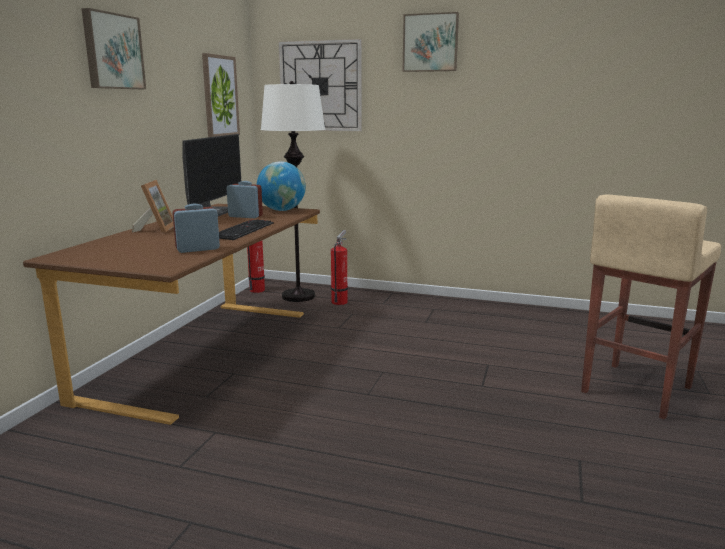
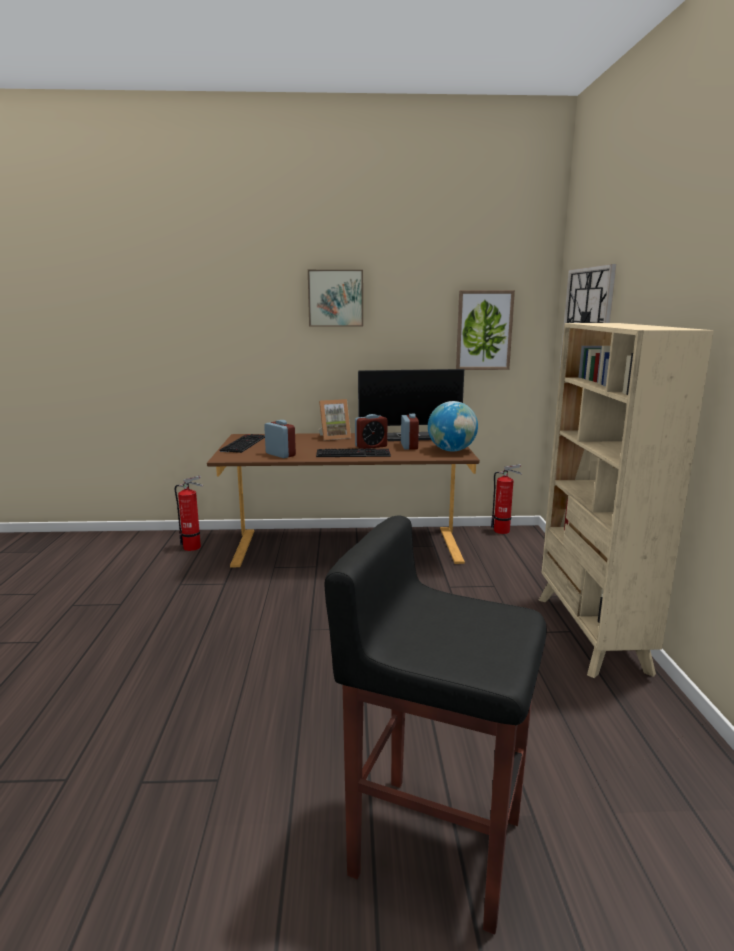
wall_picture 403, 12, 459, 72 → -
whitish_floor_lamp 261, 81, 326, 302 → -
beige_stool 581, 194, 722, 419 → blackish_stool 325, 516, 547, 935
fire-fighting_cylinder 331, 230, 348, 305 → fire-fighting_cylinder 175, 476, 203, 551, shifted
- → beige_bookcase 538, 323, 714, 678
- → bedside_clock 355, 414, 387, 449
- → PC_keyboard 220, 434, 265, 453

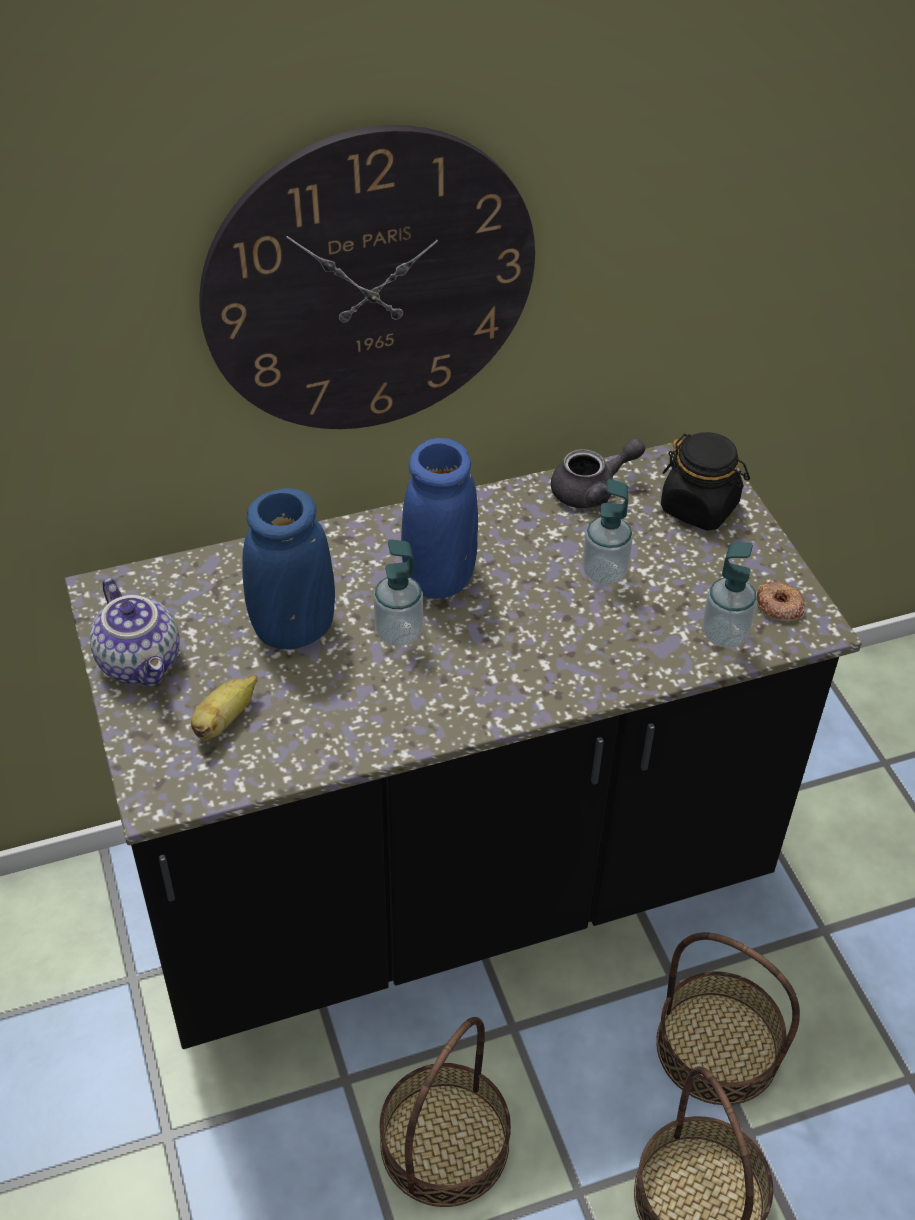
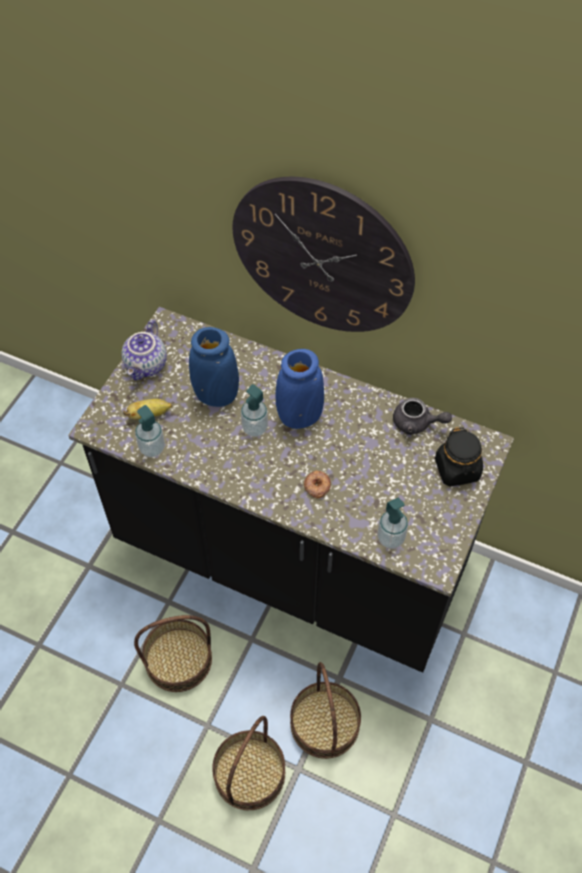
soap_bottle 582, 479, 633, 585 → soap_bottle 135, 405, 165, 458, shifted
doughnut 757, 580, 805, 622 → doughnut 304, 471, 331, 498, shifted

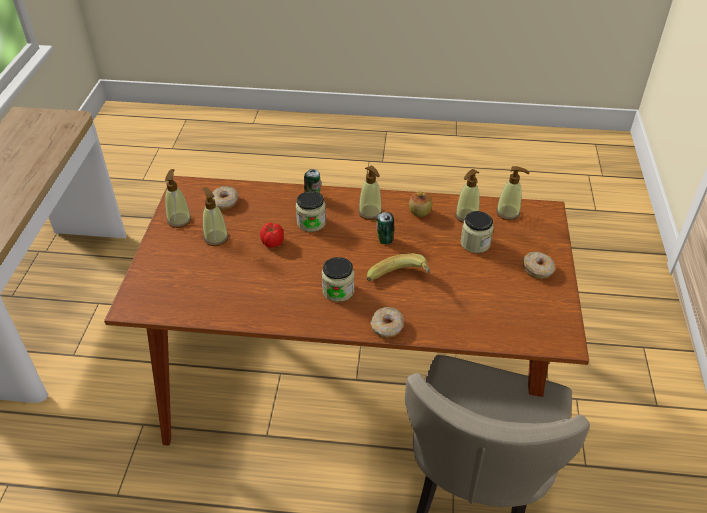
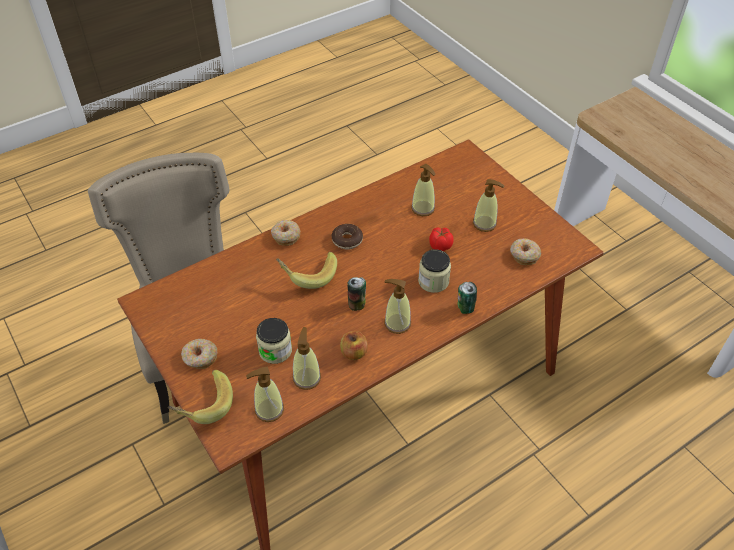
soap_bottle 165, 169, 191, 228 → soap_bottle 411, 164, 436, 216, shifted
jar 322, 257, 354, 302 → doughnut 331, 224, 363, 250
- → banana_fruit 168, 370, 233, 424

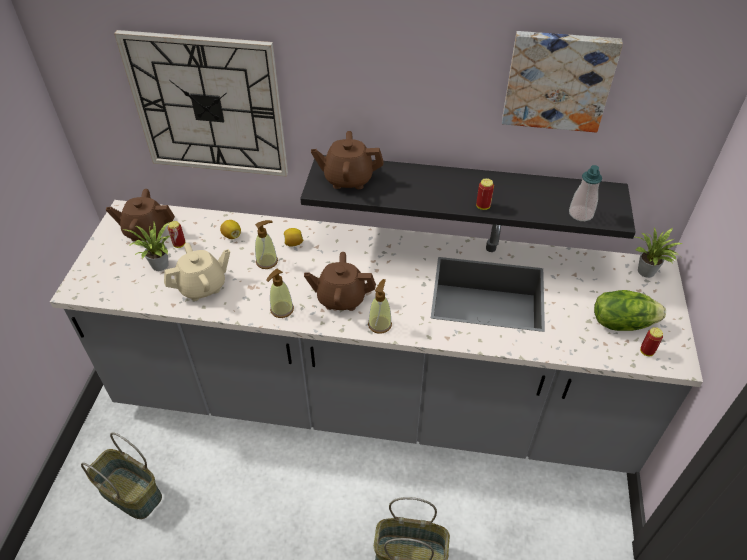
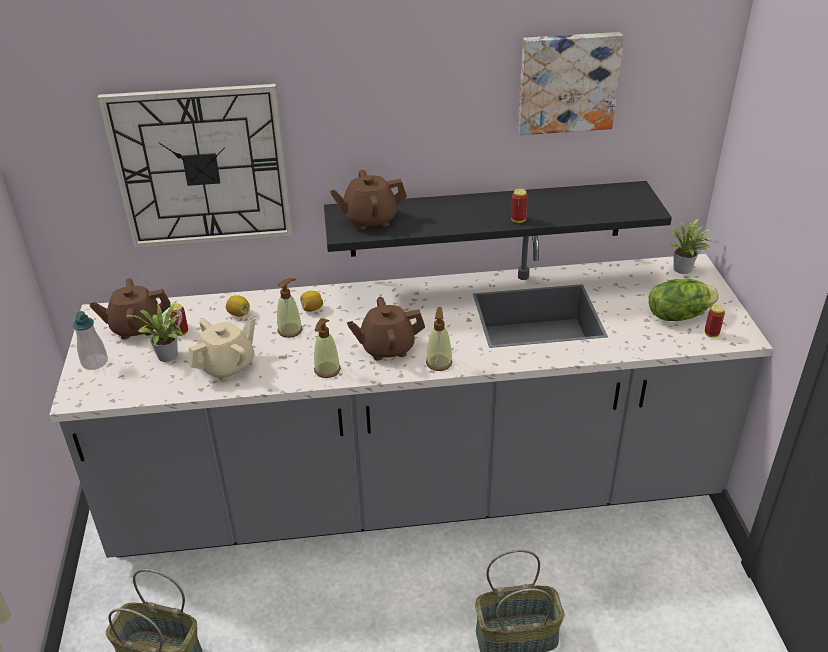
soap_bottle 569, 165, 602, 221 → soap_bottle 73, 311, 108, 370, shifted

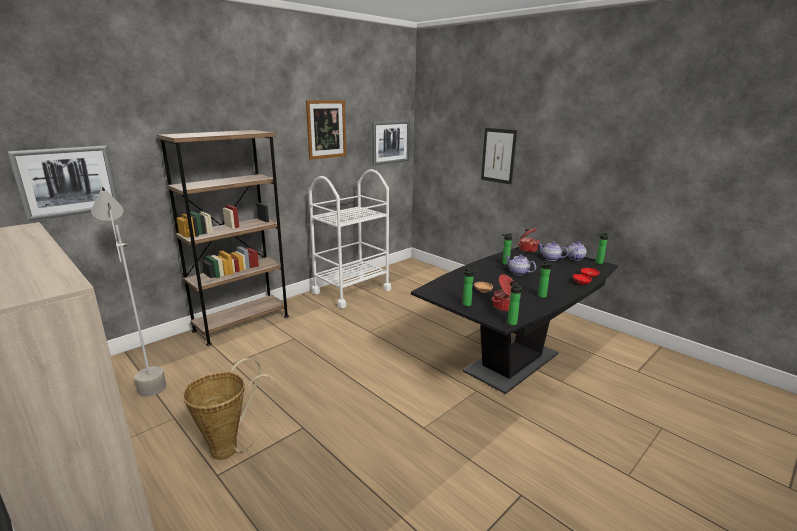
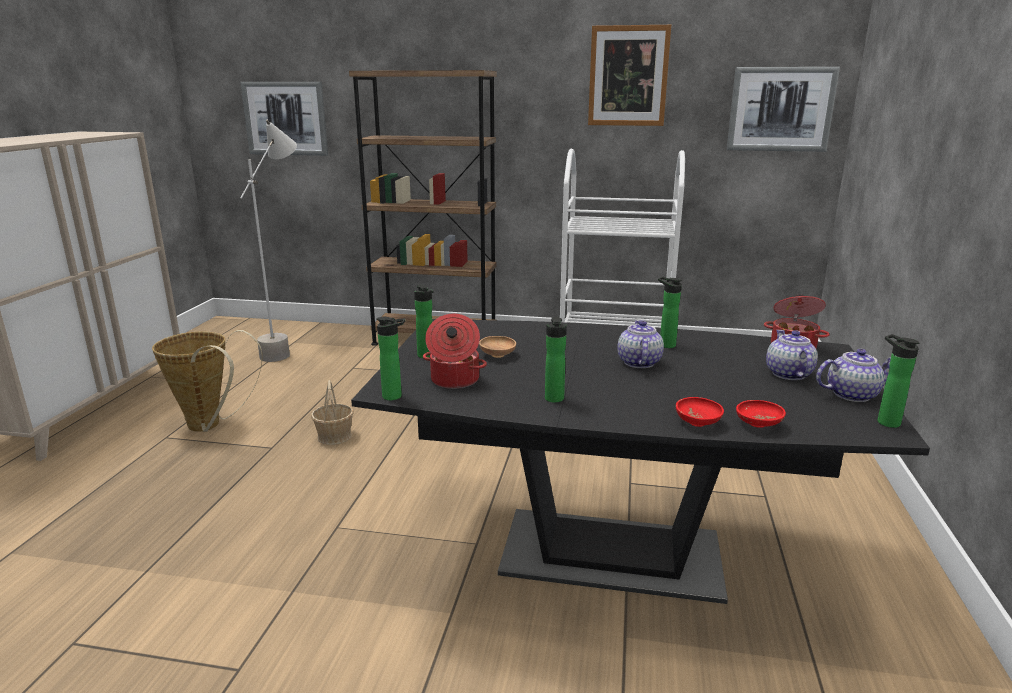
wall_picture 481, 128, 517, 184 → -
- → household_basket 311, 380, 354, 445

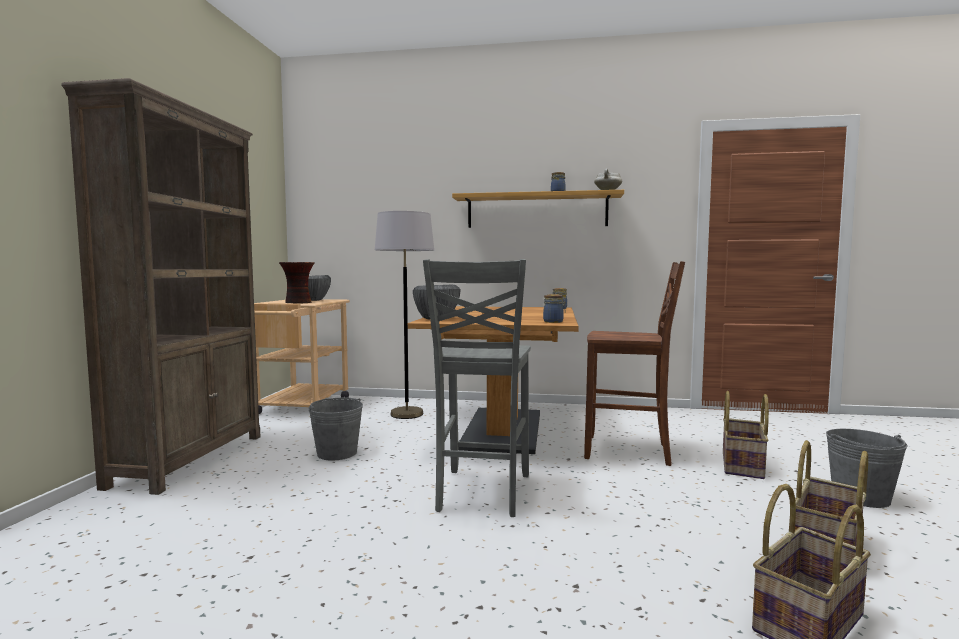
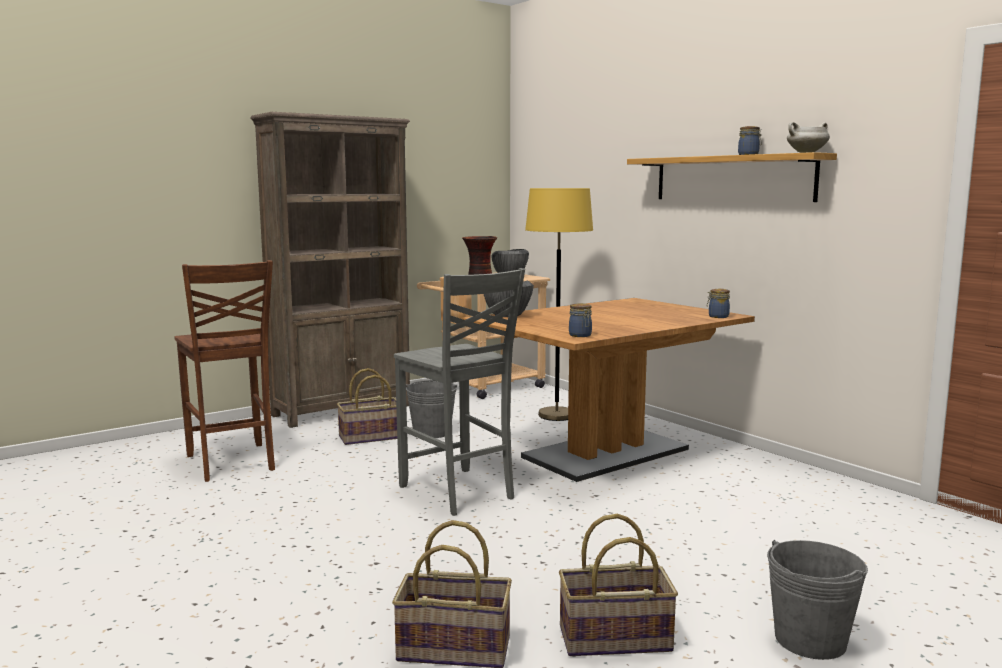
gray_floor_lamp 375, 211, 434, 419 → yellowish_floor_lamp 525, 188, 593, 421
gray_plain_chair 423, 259, 531, 517 → gray_plain_chair 394, 268, 525, 516, 90 degrees counterclockwise
brown-coloured_plain_chair 584, 261, 685, 466 → brown-coloured_plain_chair 174, 260, 275, 482, shifted
household_basket 723, 391, 769, 479 → household_basket 337, 368, 397, 445, shifted

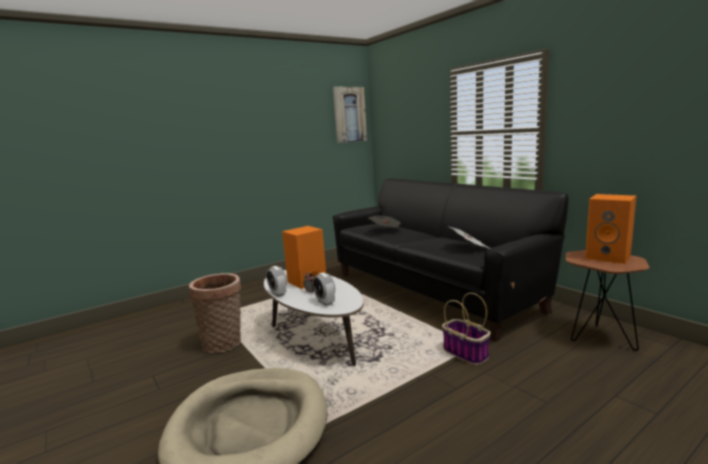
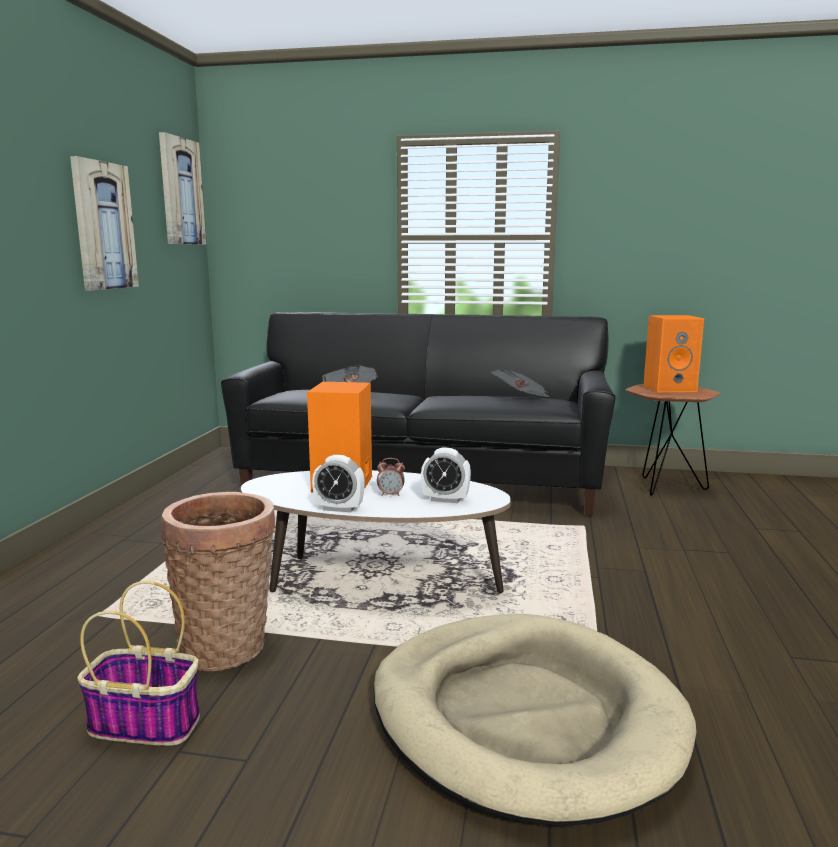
household_basket 442, 293, 491, 365 → household_basket 77, 581, 200, 746, shifted
- → wall_picture 70, 156, 139, 290

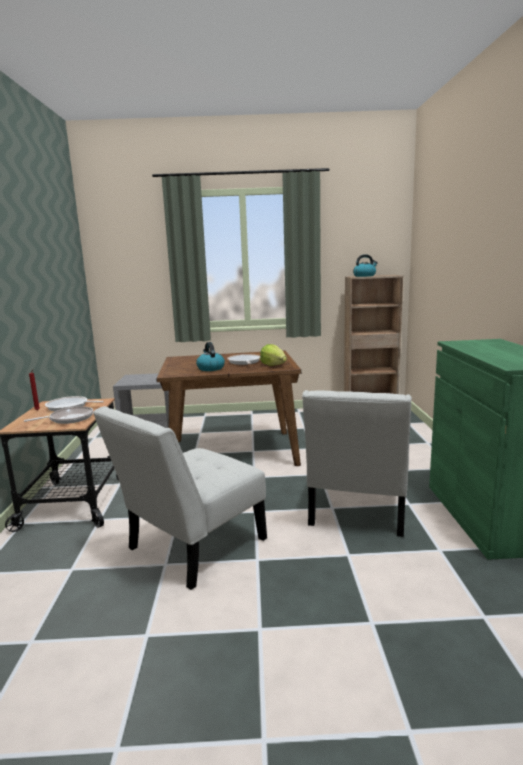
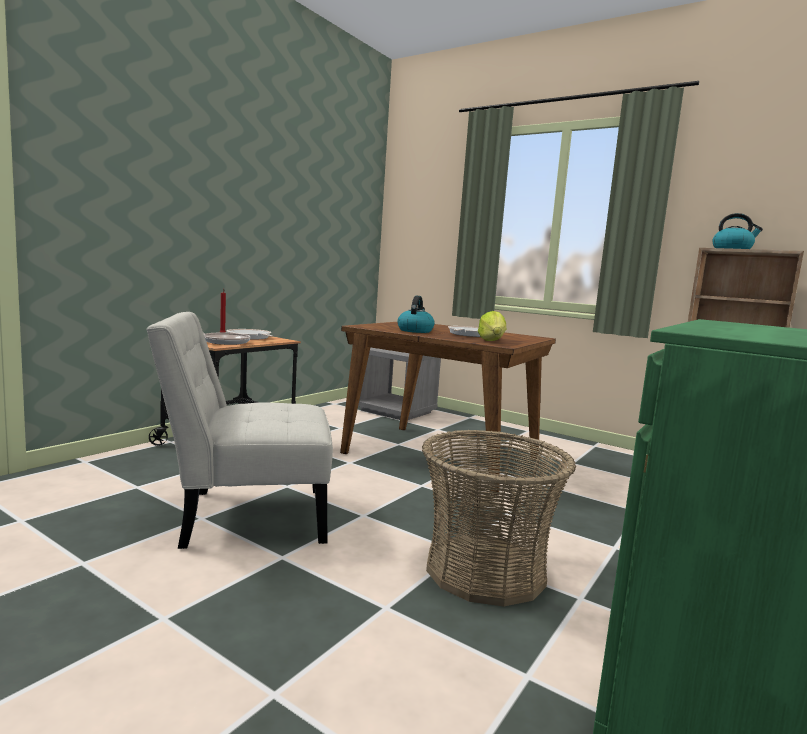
whitish_plain_chair 302, 390, 412, 537 → household_basket 422, 430, 576, 606

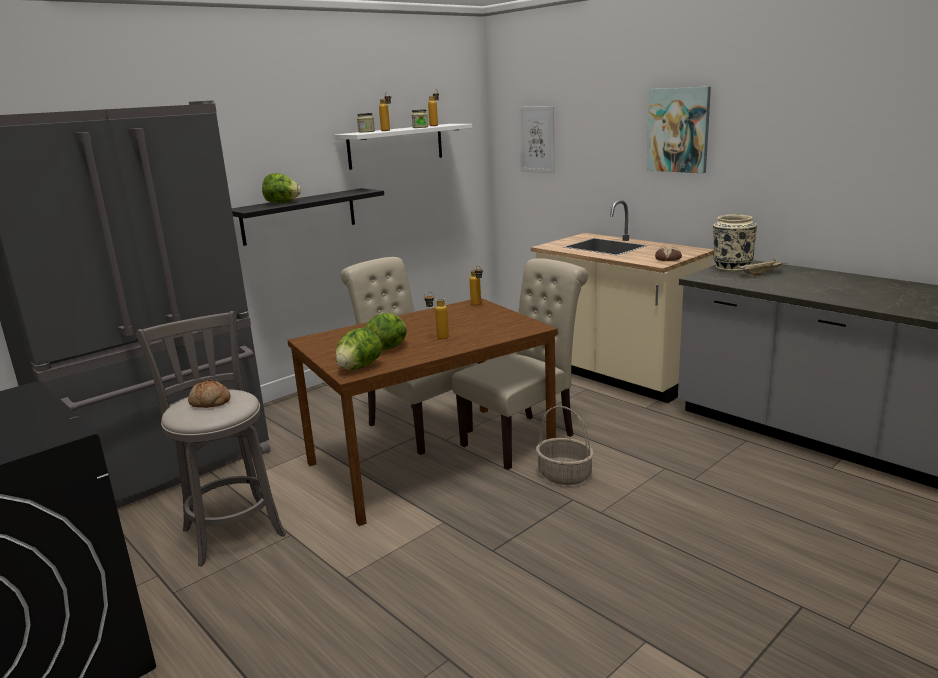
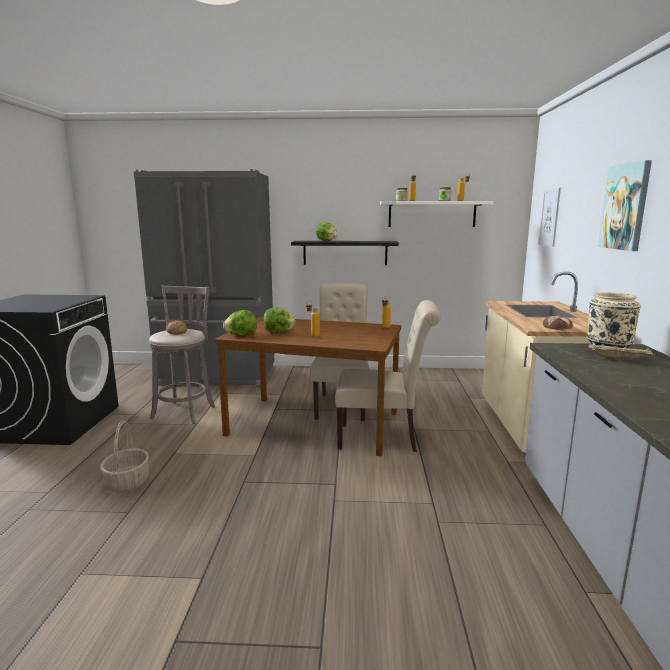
household_basket 536, 406, 594, 485 → household_basket 100, 420, 149, 493, shifted

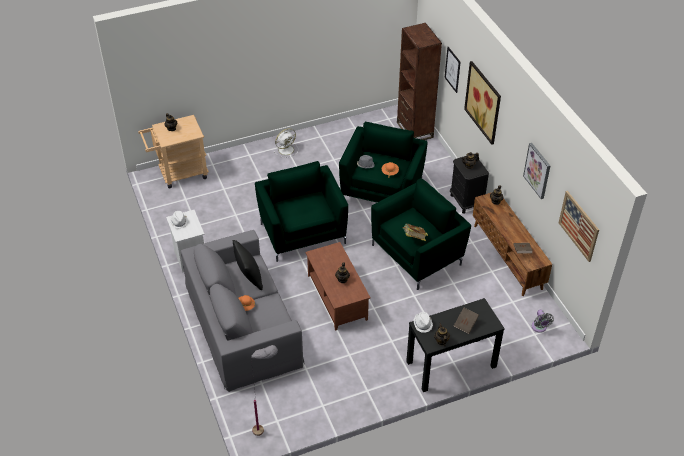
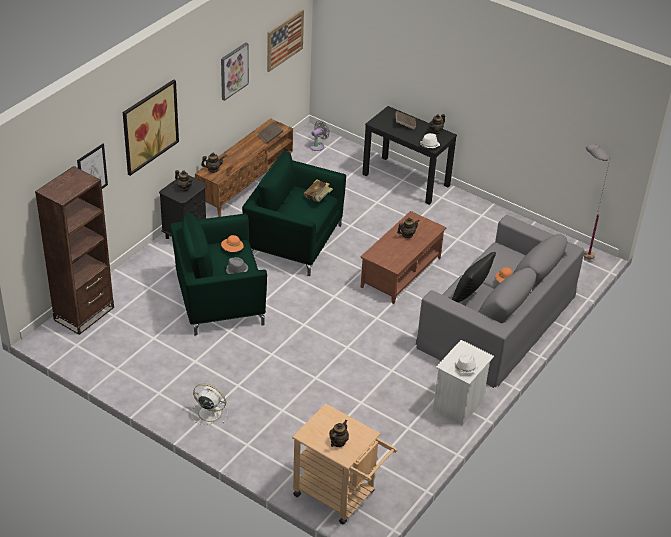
green_lounge_chair 255, 161, 348, 262 → -

